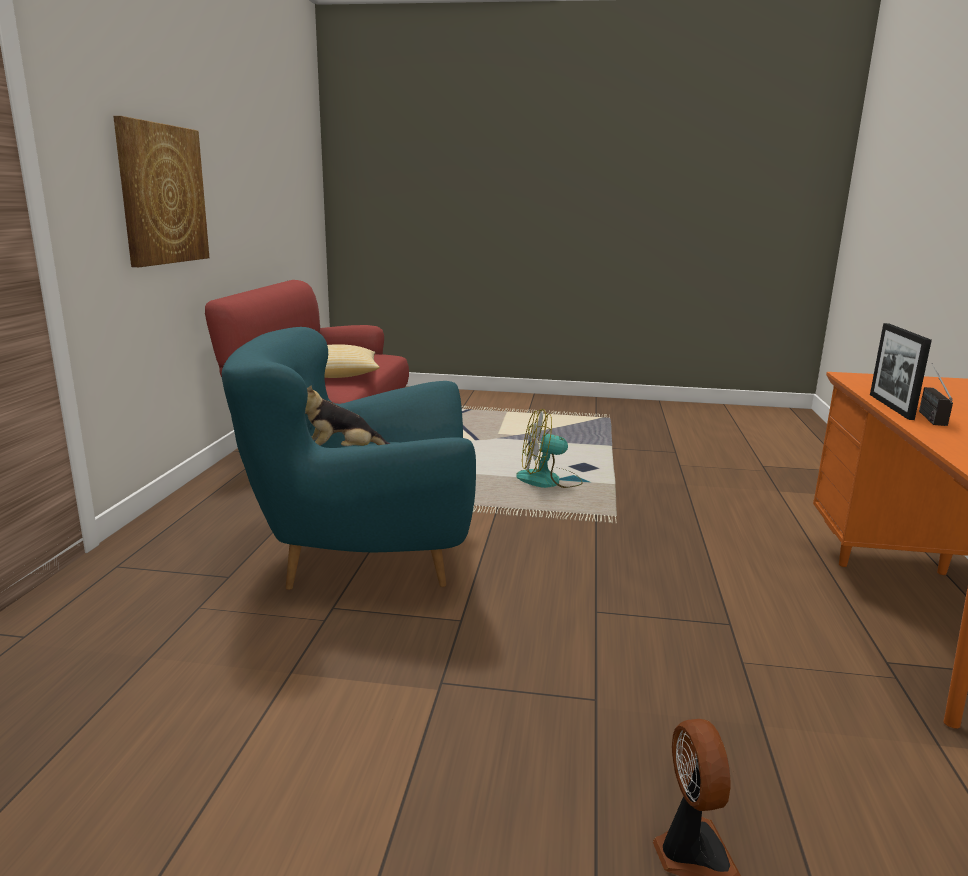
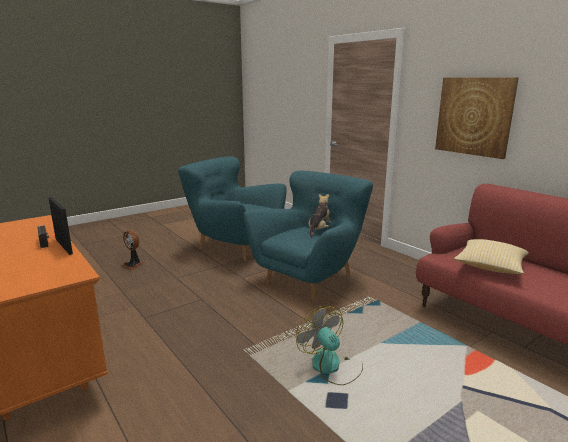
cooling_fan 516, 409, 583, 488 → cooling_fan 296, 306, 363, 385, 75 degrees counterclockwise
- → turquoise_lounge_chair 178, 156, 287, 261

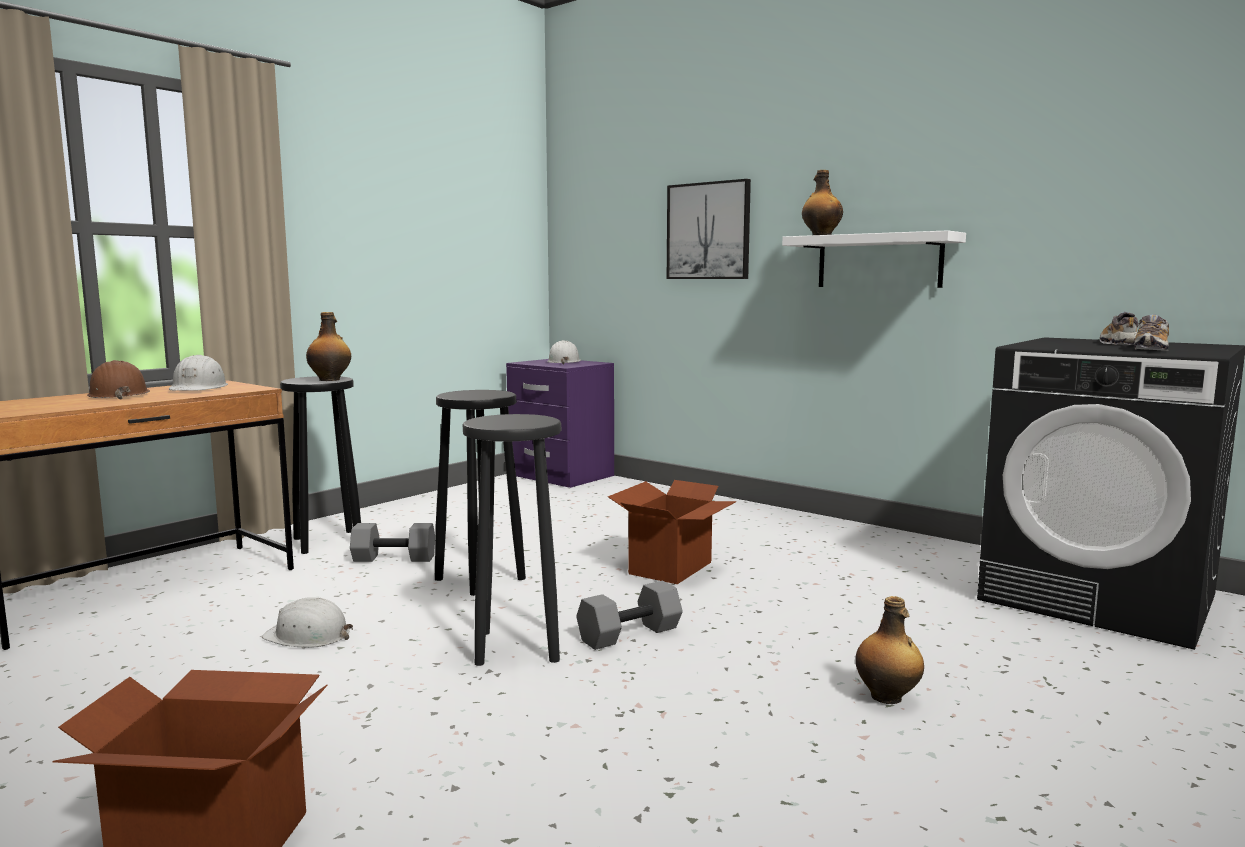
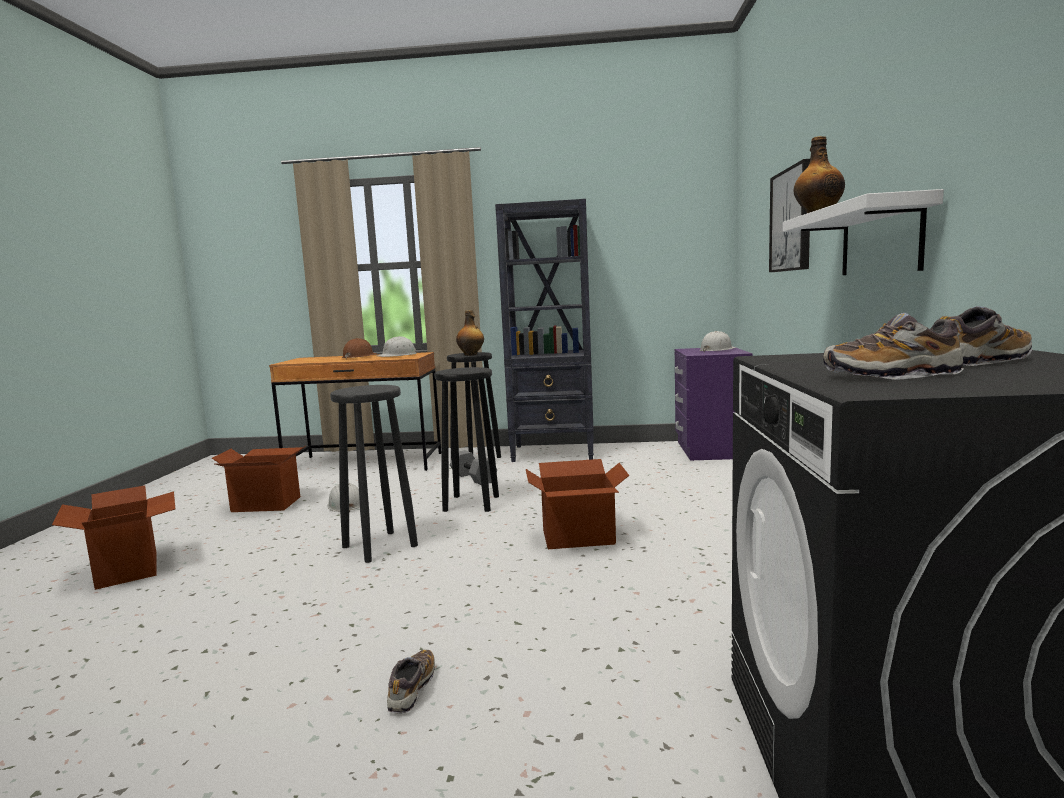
gray_hand_weight 576, 581, 683, 650 → -
beverage_bottle 855, 596, 924, 704 → shoe 387, 649, 435, 714
- → blackish_bookcase 495, 199, 594, 462
- → carton 212, 446, 305, 512

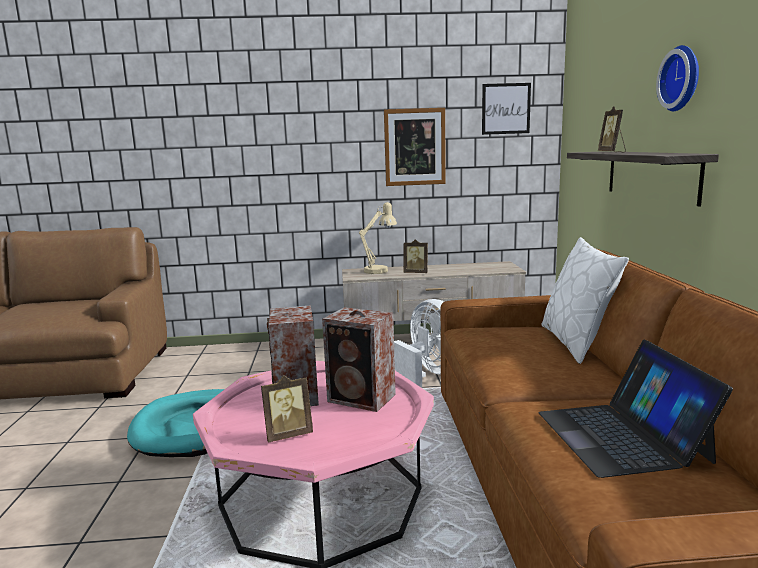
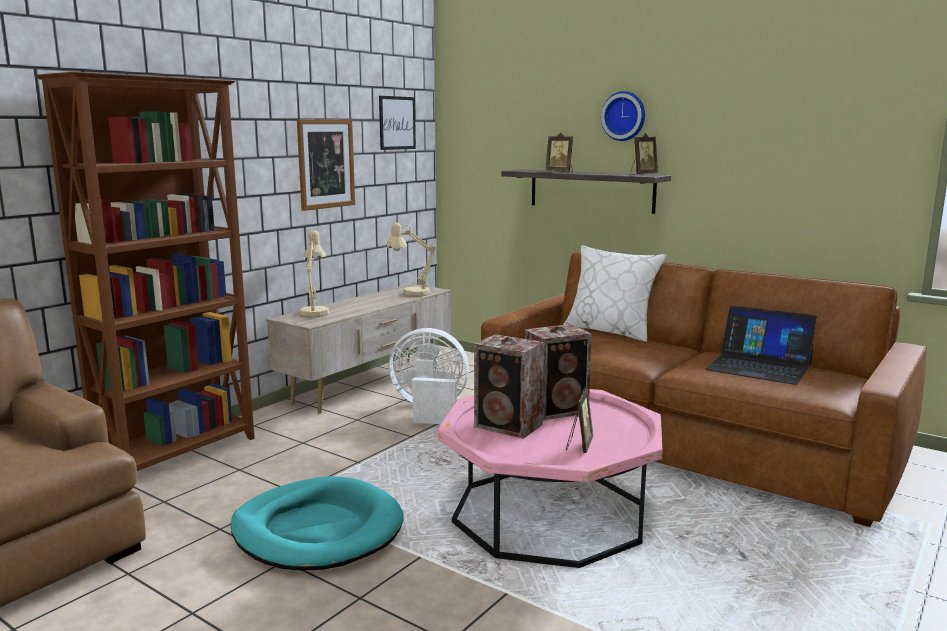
standing_frame 403, 239, 428, 273 → standing_frame 630, 133, 658, 175, shifted
- → brown-coloured_bookcase 35, 72, 255, 471
- → beige_table_lamp 386, 222, 436, 296

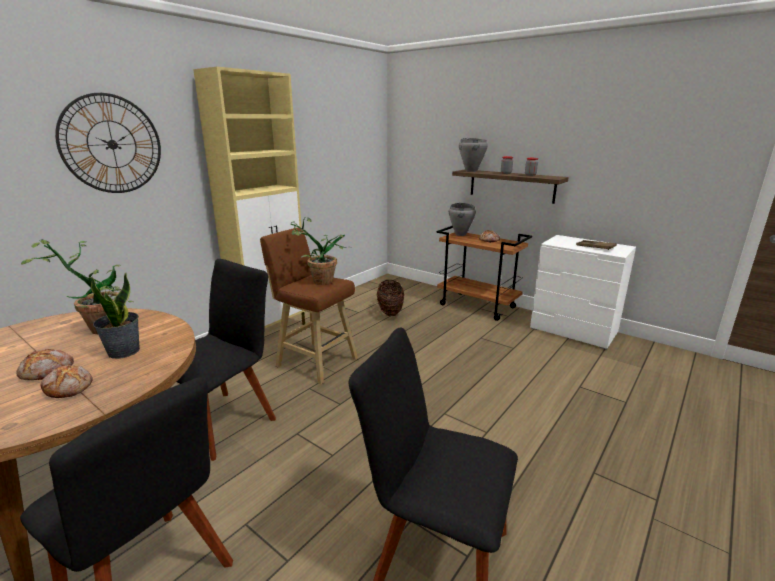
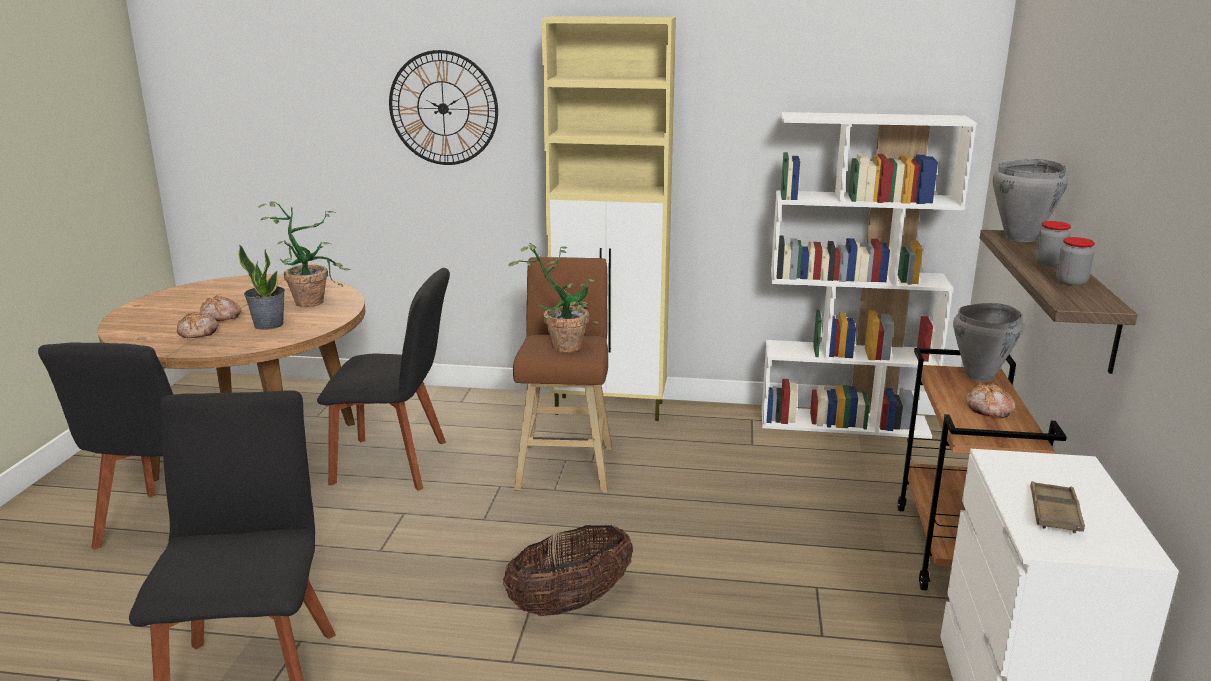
household_basket 377, 280, 404, 316 → household_basket 503, 525, 633, 616, shifted
- → whitish_bookcase 762, 112, 977, 439

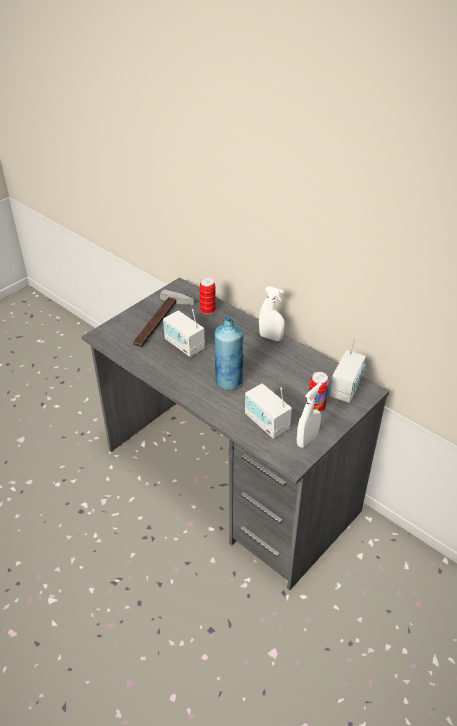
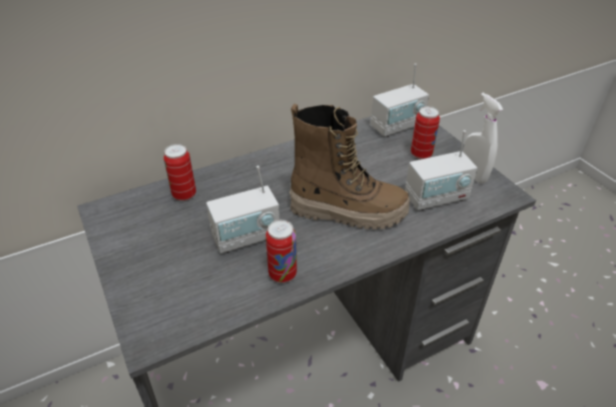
whitish_spray_bottle 259, 286, 285, 341 → -
hand_hammer 133, 289, 195, 347 → -
blue-coloured_beverage_bottle 215, 316, 243, 390 → high-top_boot 290, 103, 410, 230
radio 330, 338, 366, 403 → radio 370, 63, 429, 137, 105 degrees clockwise
- → can 266, 220, 297, 283

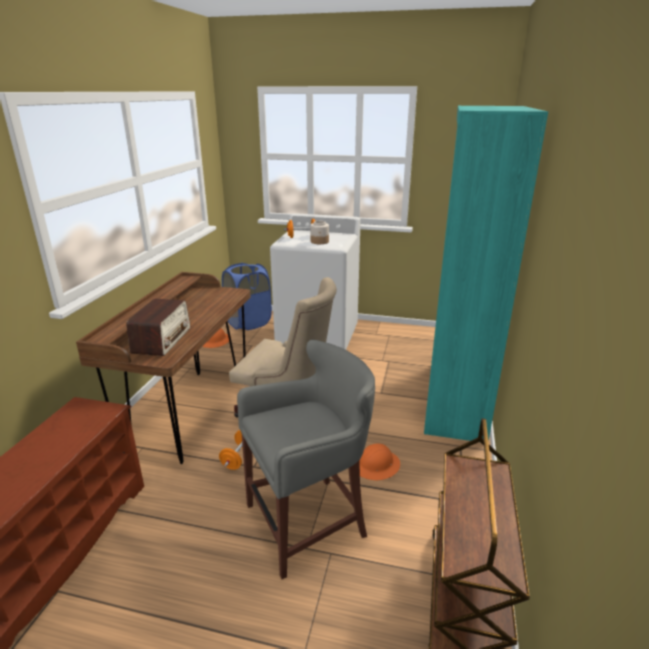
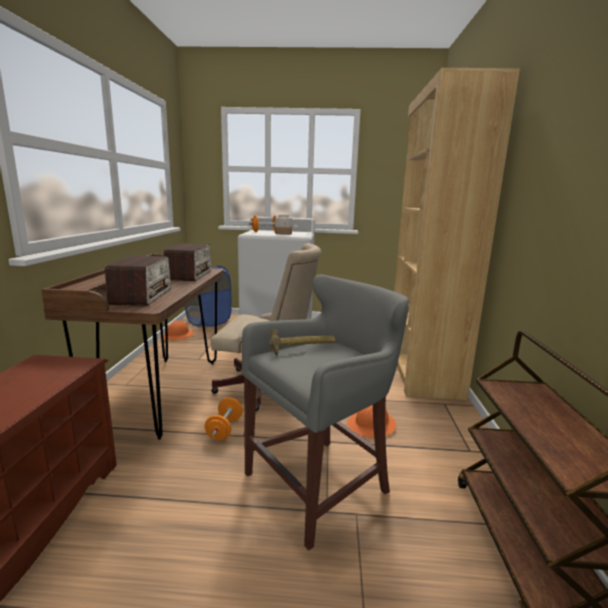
turquoise_bookcase 424, 106, 548, 442 → brown-coloured_bookcase 394, 68, 520, 400
- → radio 164, 243, 212, 281
- → hand_hammer 269, 329, 335, 355

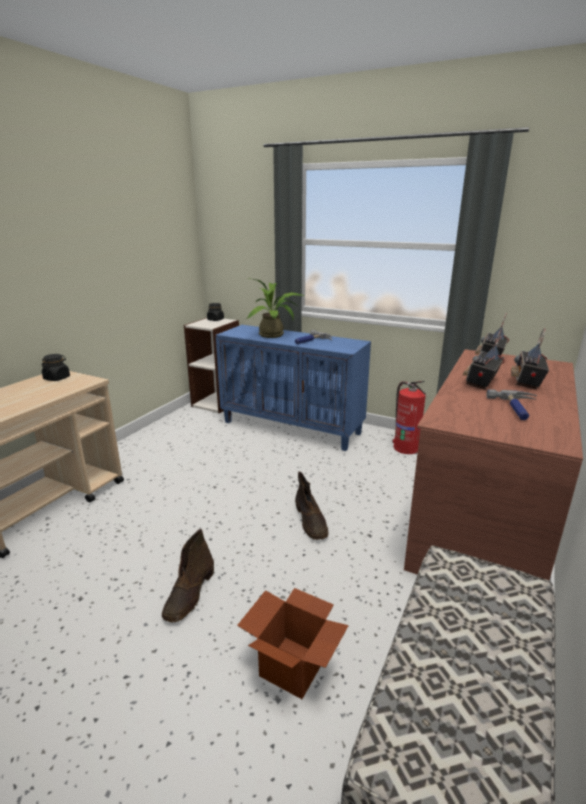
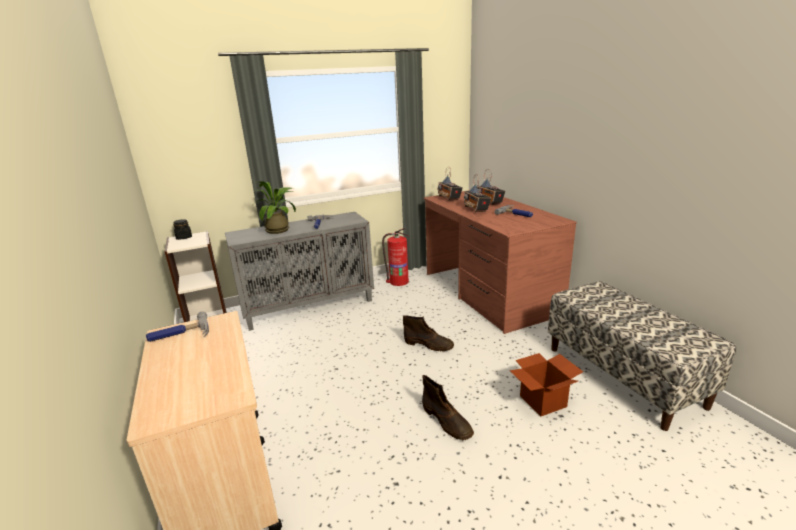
blue-coloured_cabinet 216, 325, 371, 451 → gray_cabinet 225, 212, 374, 331
blackish_jar 42, 354, 70, 381 → hand_hammer 146, 311, 209, 342

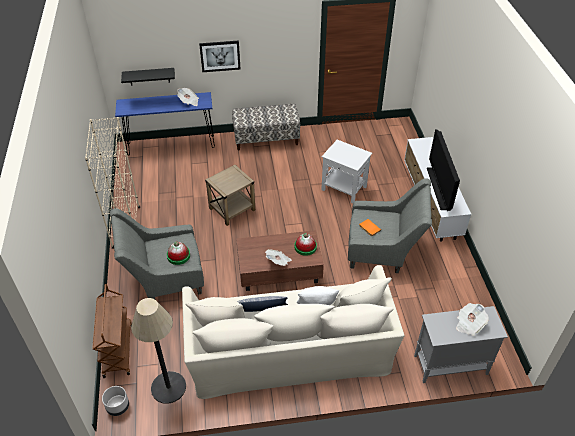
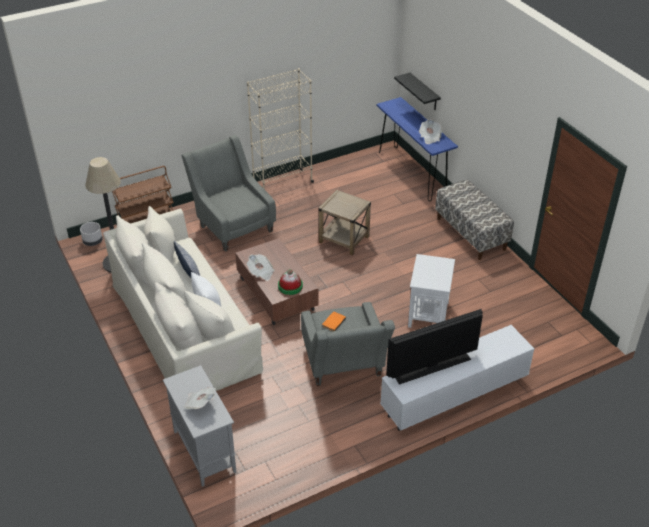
wall_picture 199, 41, 240, 72 → -
hat 167, 241, 190, 265 → -

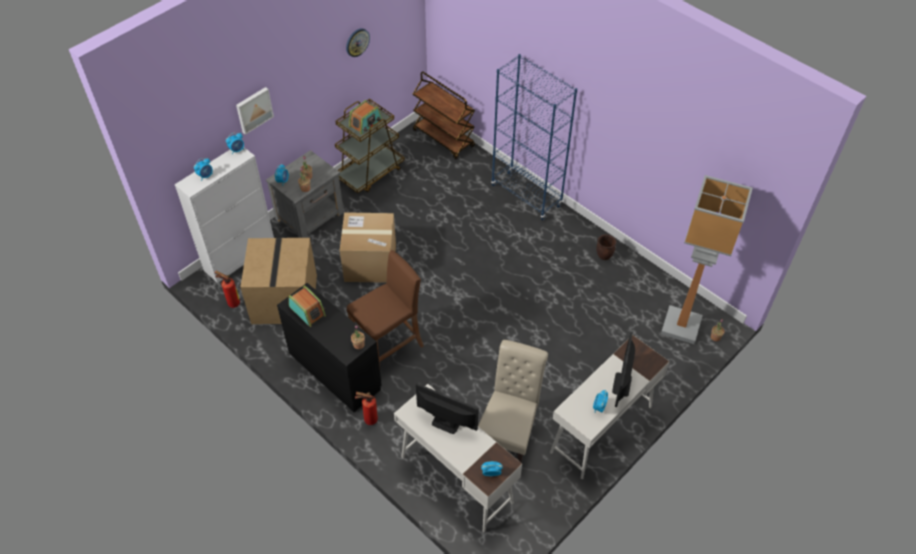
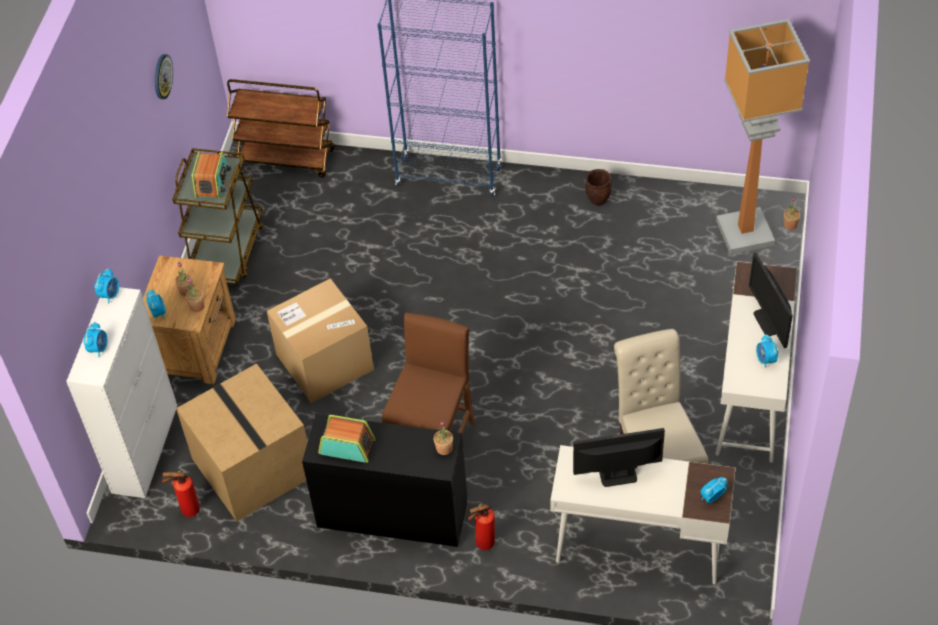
wall_picture 236, 87, 274, 135 → -
gray_nightstand 266, 150, 344, 238 → brown-coloured_nightstand 143, 255, 236, 385

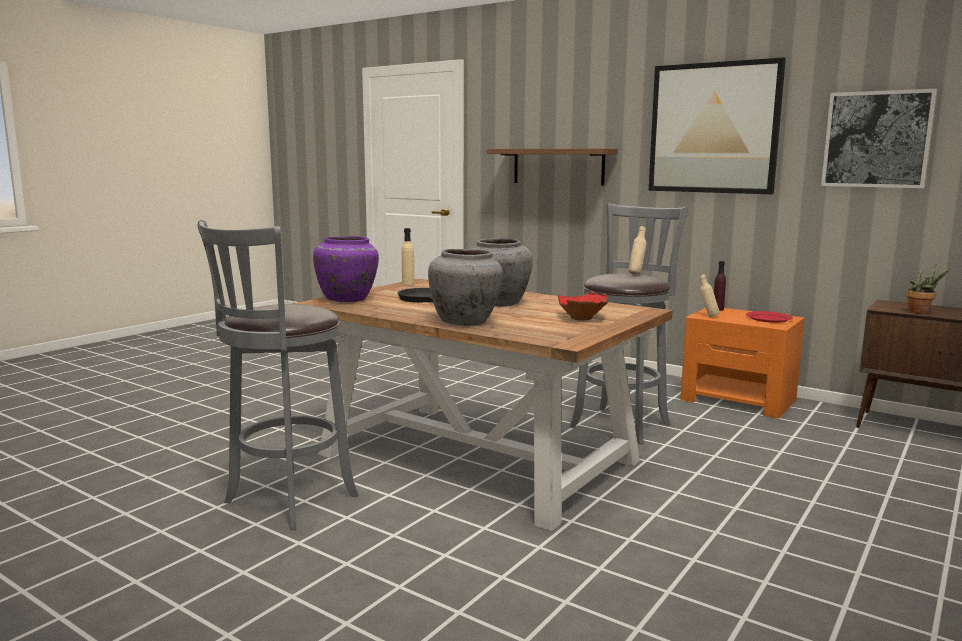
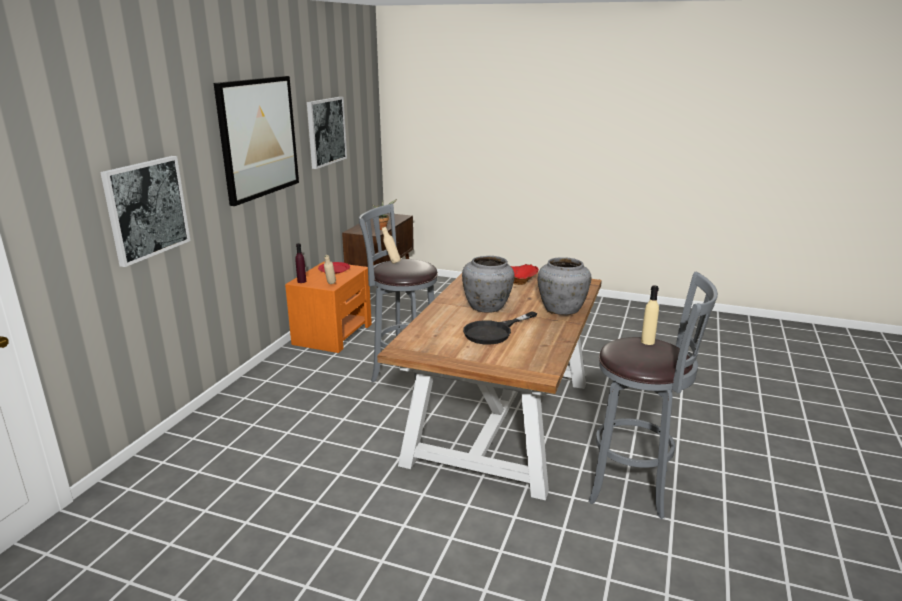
wall_shelf 487, 148, 618, 185 → wall_picture 100, 156, 190, 267
beige_beverage_bottle 402, 228, 414, 285 → beige_beverage_bottle 641, 286, 659, 345, shifted
purple_vase 313, 236, 379, 302 → -

